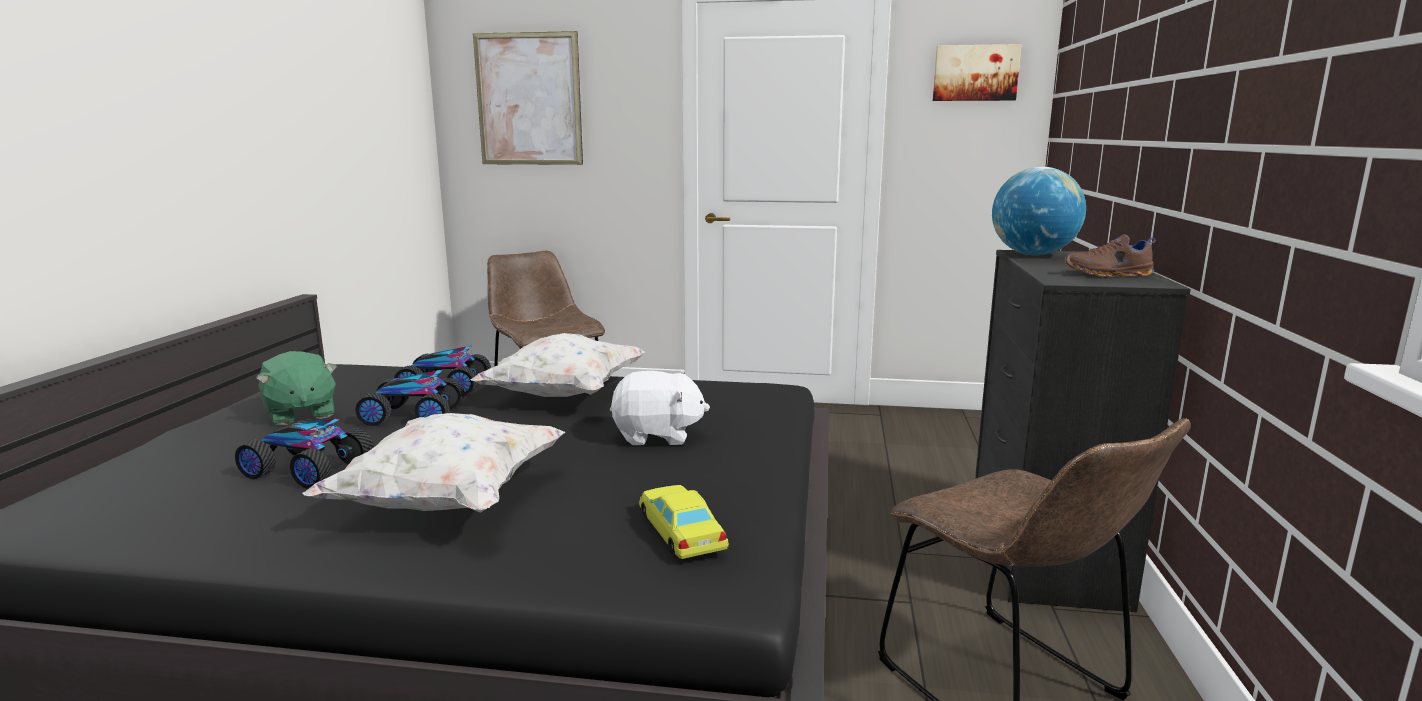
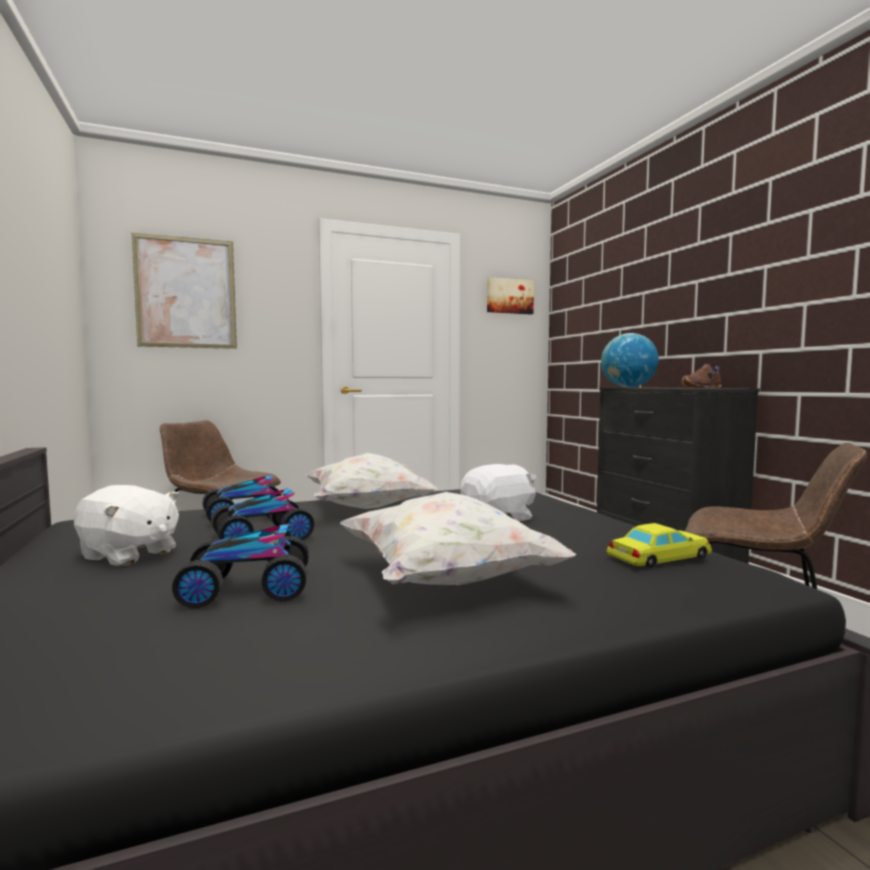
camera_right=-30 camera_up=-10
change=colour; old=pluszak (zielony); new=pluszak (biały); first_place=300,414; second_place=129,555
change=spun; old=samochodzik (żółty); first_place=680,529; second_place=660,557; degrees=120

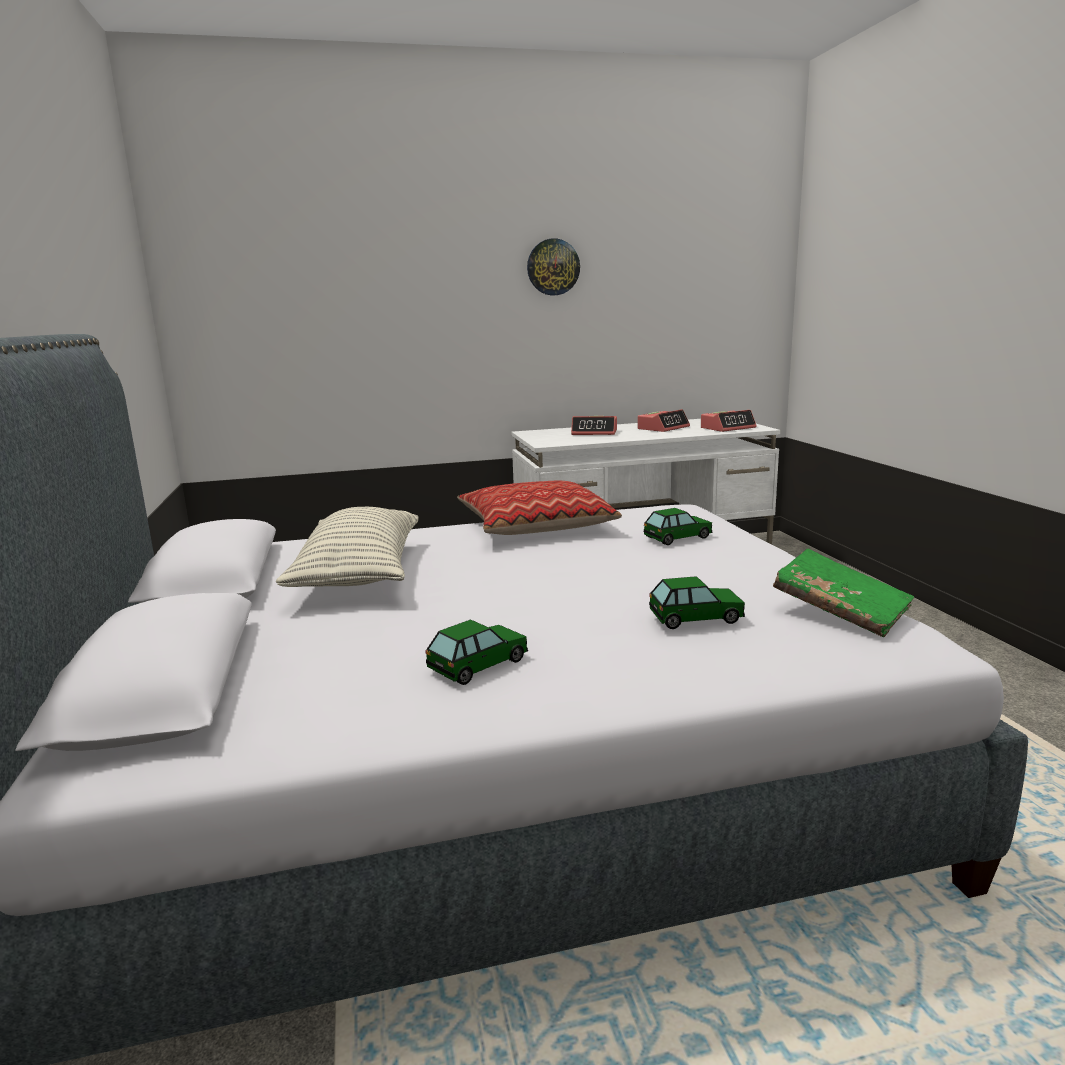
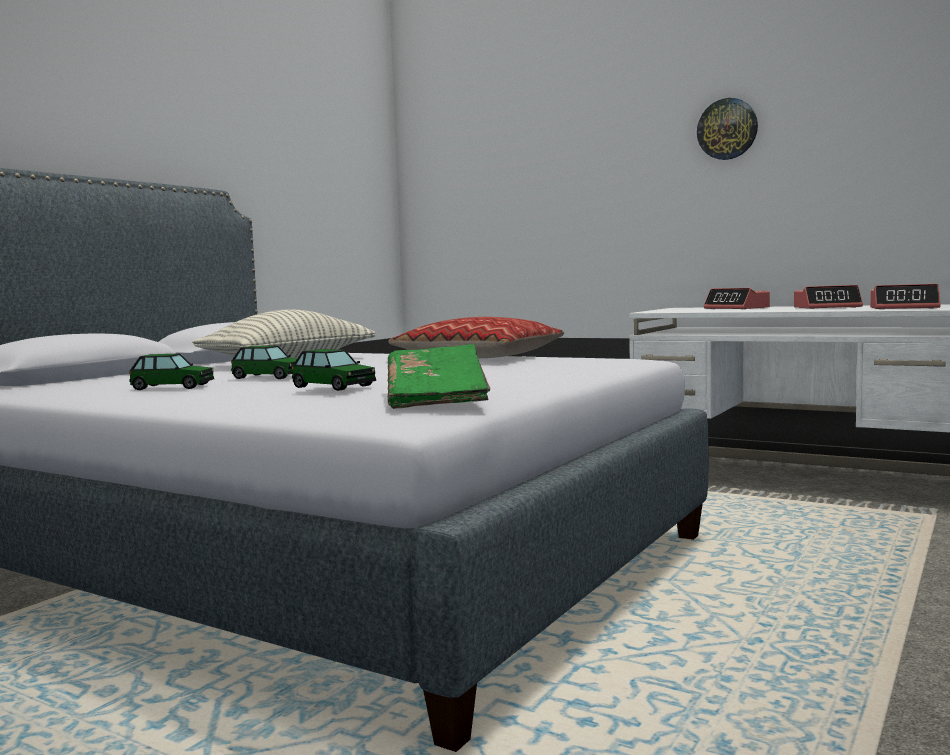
camera_right=45 camera_up=-10
change=relocated; old=samochodzik; first_place=677,537; second_place=269,377

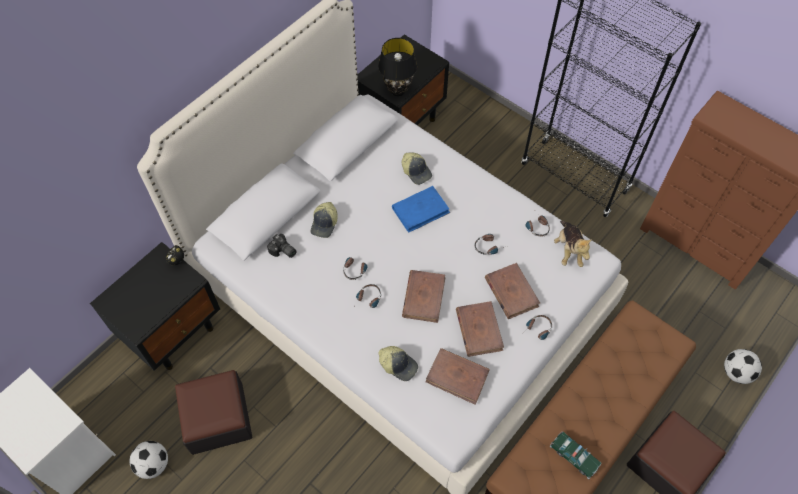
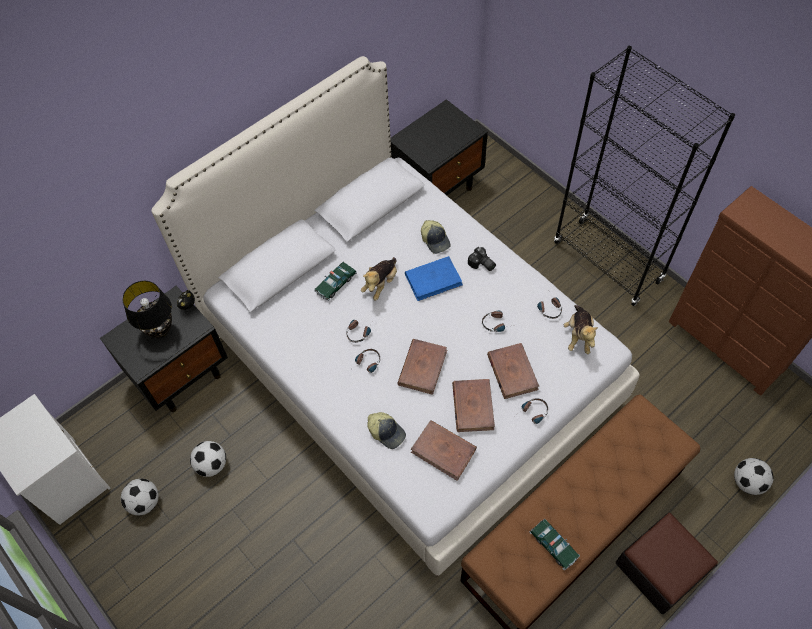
camera_right=10 camera_up=0
change=relocated; old=lampa stołowa (czarny); first_place=397,90; second_place=159,330
change=exchanged; old=czapka z daszkiem; new=samochodzik; first_place=325,224; second_place=336,284
change=relocated; old=aparat fotograficzny; first_place=283,251; second_place=481,264
change=exchanged; old=pufa; new=piłka futbolowa; first_place=217,418; second_place=212,465
change=appeared; new=pluszak; second_place=381,284

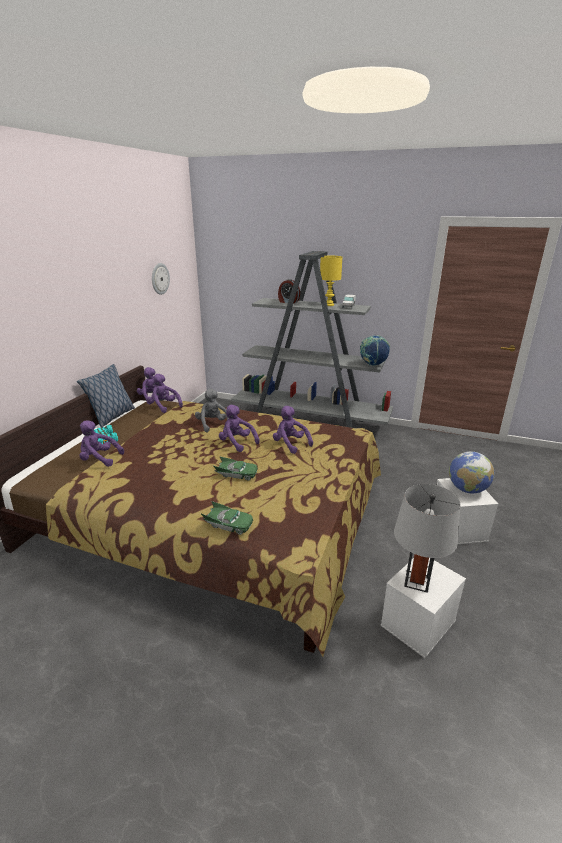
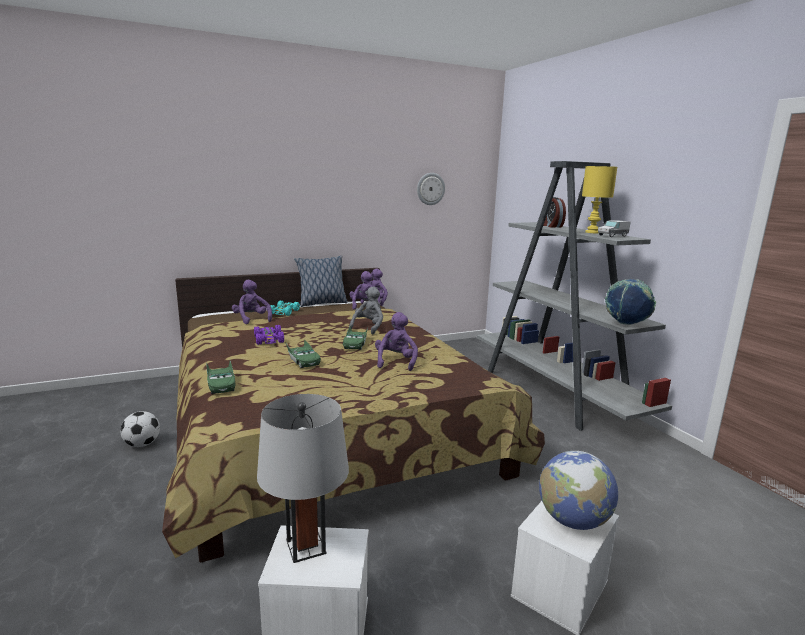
camera_right=45 camera_up=-10
change=exchanged; old=pluszak (fioletowy); new=samochodzik (zielony); first_place=237,443; second_place=355,344
change=appeared; new=samochodzik (fioletowy); second_place=269,340
change=appeared; new=piłka futbolowa; second_place=142,444

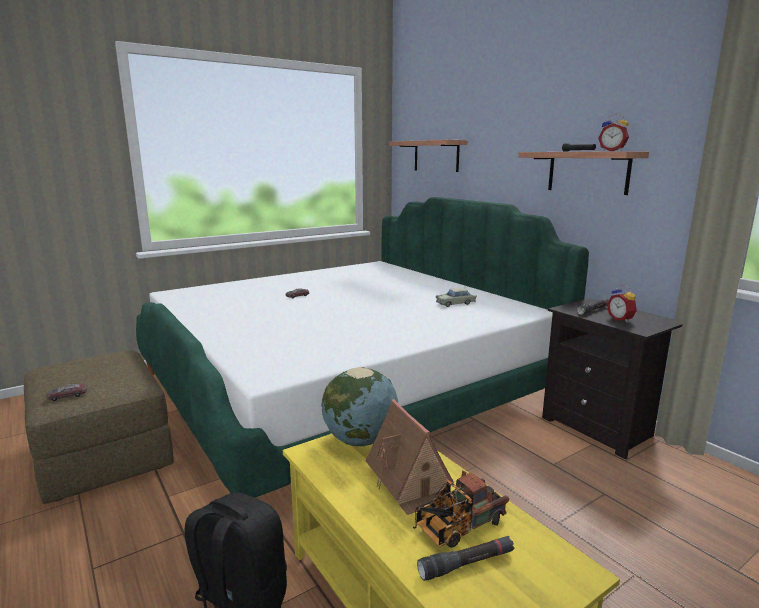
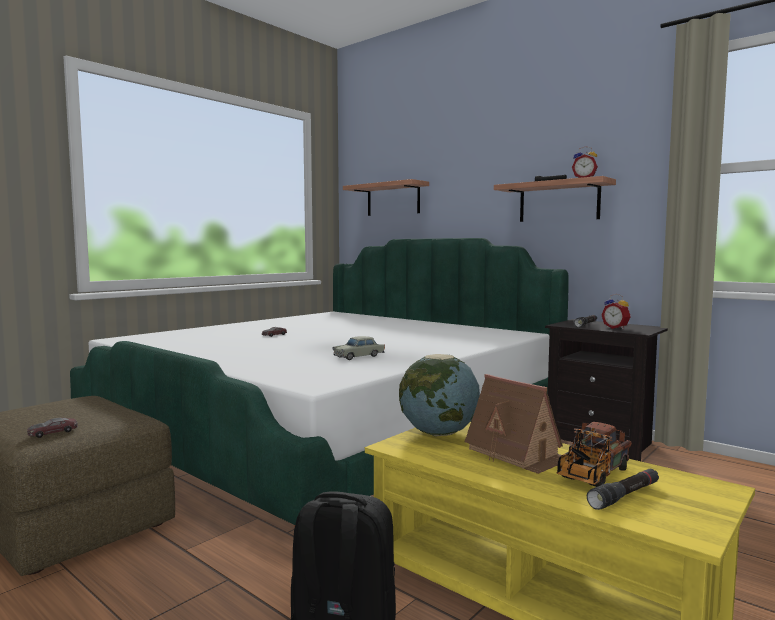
camera_right=-15 camera_up=-10
change=relocated; old=samochodzik (beżowy); first_place=455,303; second_place=359,356

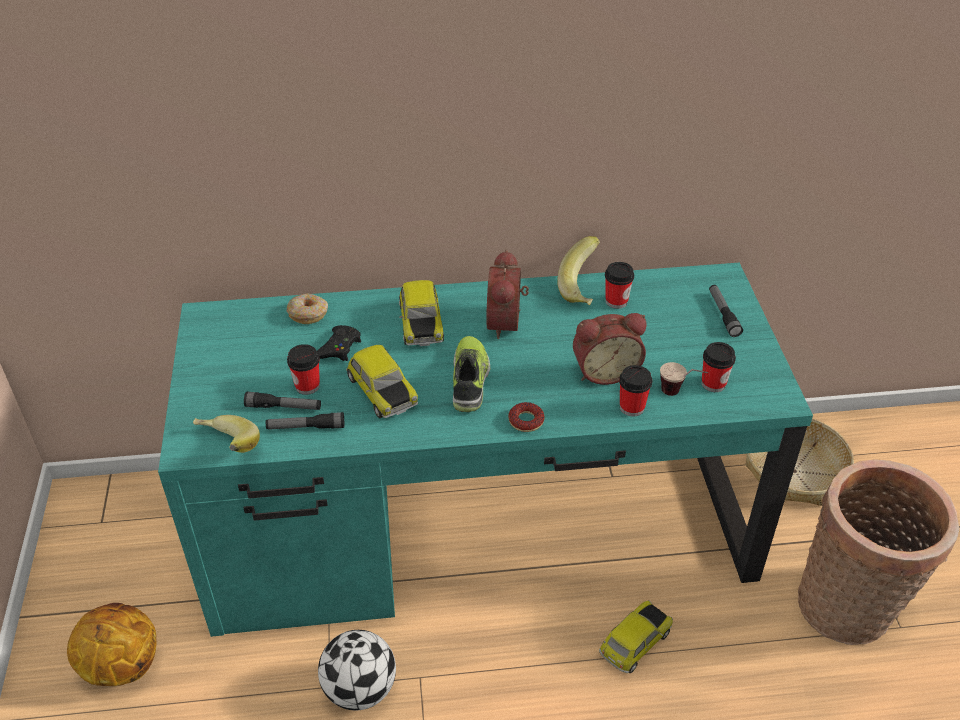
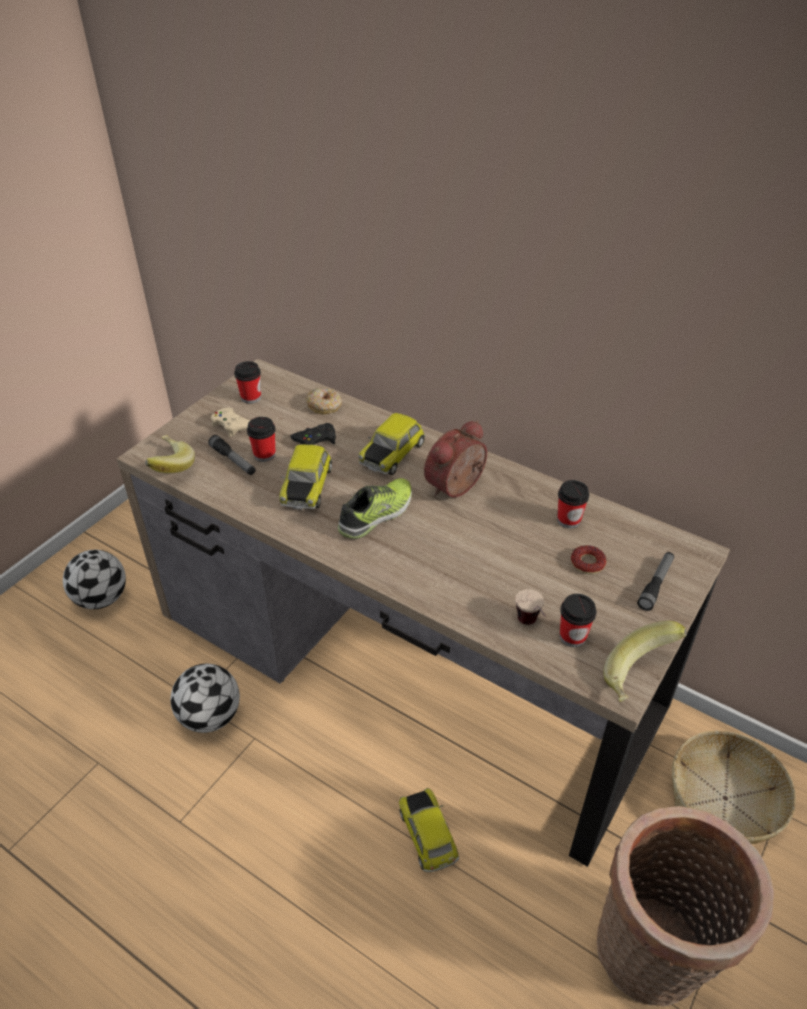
camera_right=40 camera_up=0
change=relocated; old=banan; first_place=584,288; second_place=640,676
change=colour; old=biurko (turkusowy); new=biurko (brązowy); first_place=479,525; second_place=405,659
change=missing; old=budzik; first_place=605,371
change=relocated; old=filiżanka; first_place=632,407; second_place=251,397
change=relocated; old=donut; first_place=526,421; second_place=587,563
change=missing; old=latarka; first_place=306,427
change=spun; old=samochodzik; first_place=635,643; second_place=429,835; degrees=-105
change=exchanged; old=piłka do koszykówki; new=piłka futbolowa; first_place=121,666; second_place=101,598
change=appeared; new=pad do gier (beżowy); second_place=233,425

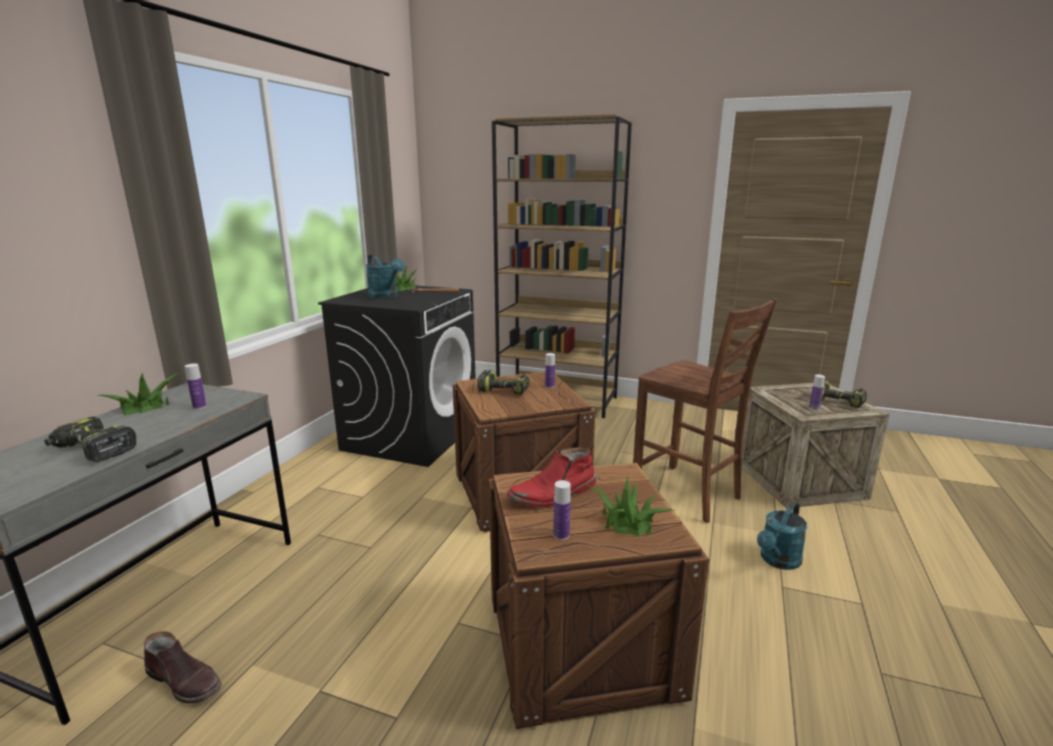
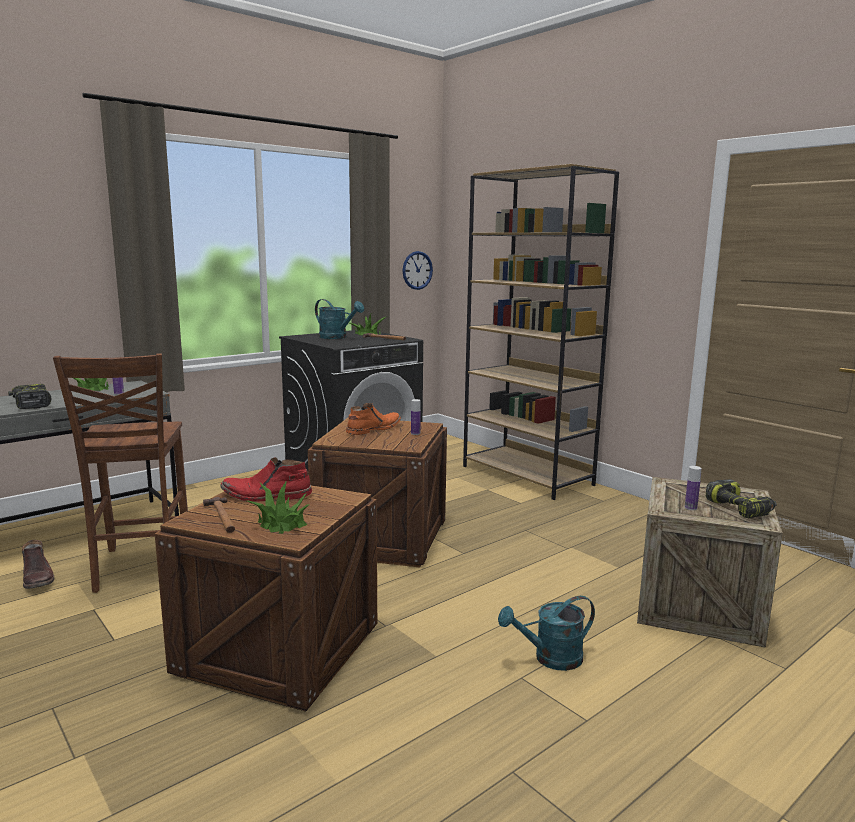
camera_right=30 camera_up=-5
change=spun; old=konewka (turkusowy); first_place=386,296; second_place=337,337; degrees=-45
change=relocated; old=krzesło (brązowy); first_place=688,495; second_place=140,568
change=exchanged; old=wiertarka; new=but z cholewką (pomarańczowy); first_place=505,390; second_place=373,429
change=exchanged; old=butelka; new=młotek; first_place=561,535; second_place=221,517
change=appeared; new=zegar ścienny; second_place=417,270

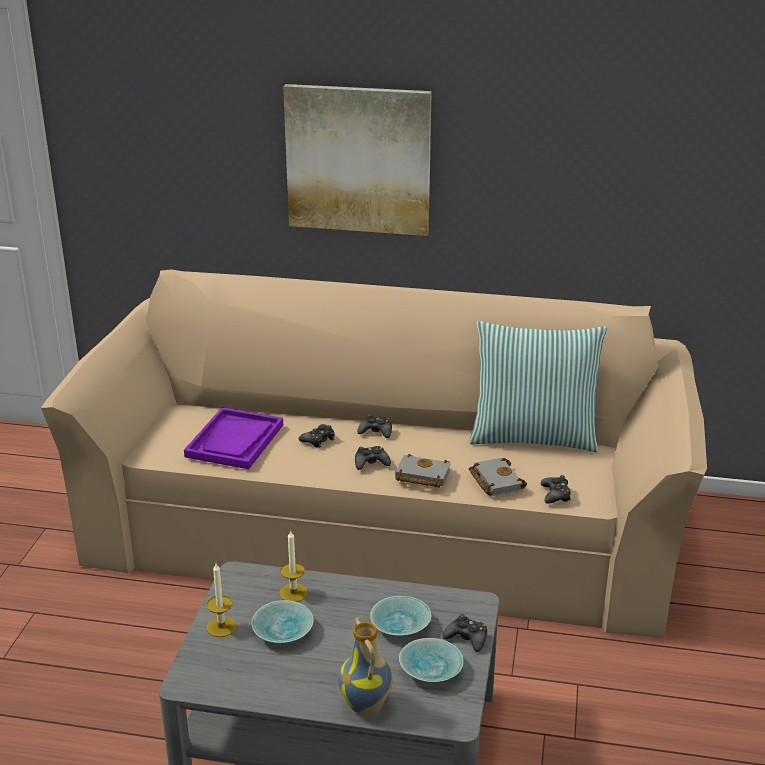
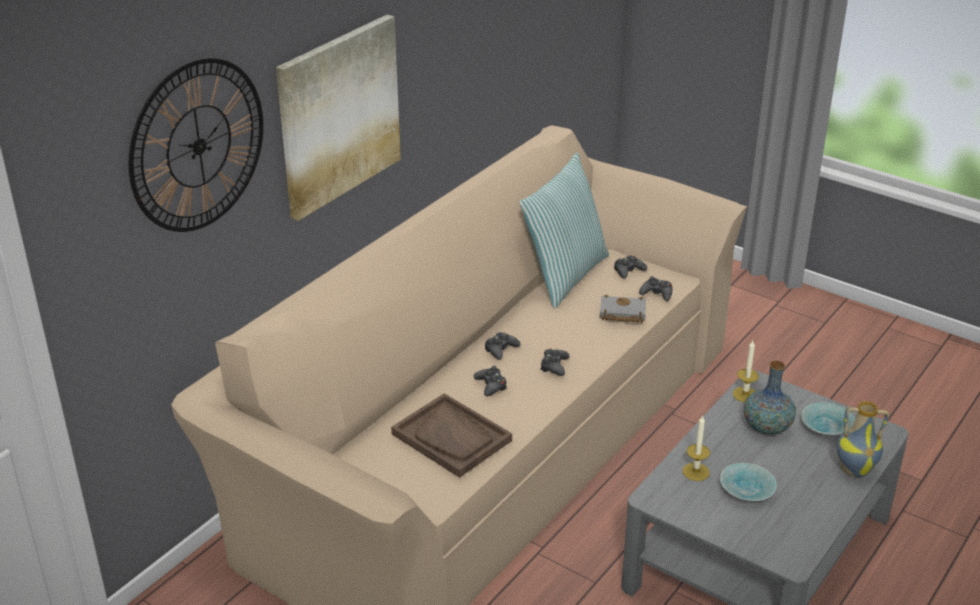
camera_right=-65 camera_up=5
change=colour; old=taca (fioletowy); new=taca (brązowy); first_place=235,441; second_place=452,437
change=missing; old=książka (szary); first_place=421,476
change=relocated; old=świeca; first_place=221,627; second_place=745,394
change=exchanged; old=miska (turkusowy); new=wazon; first_place=398,626; second_place=767,427
change=relocated; old=pad do gier (czarny); first_place=467,638; second_place=628,271
change=appeared; new=zegar ścienny; second_place=198,146

